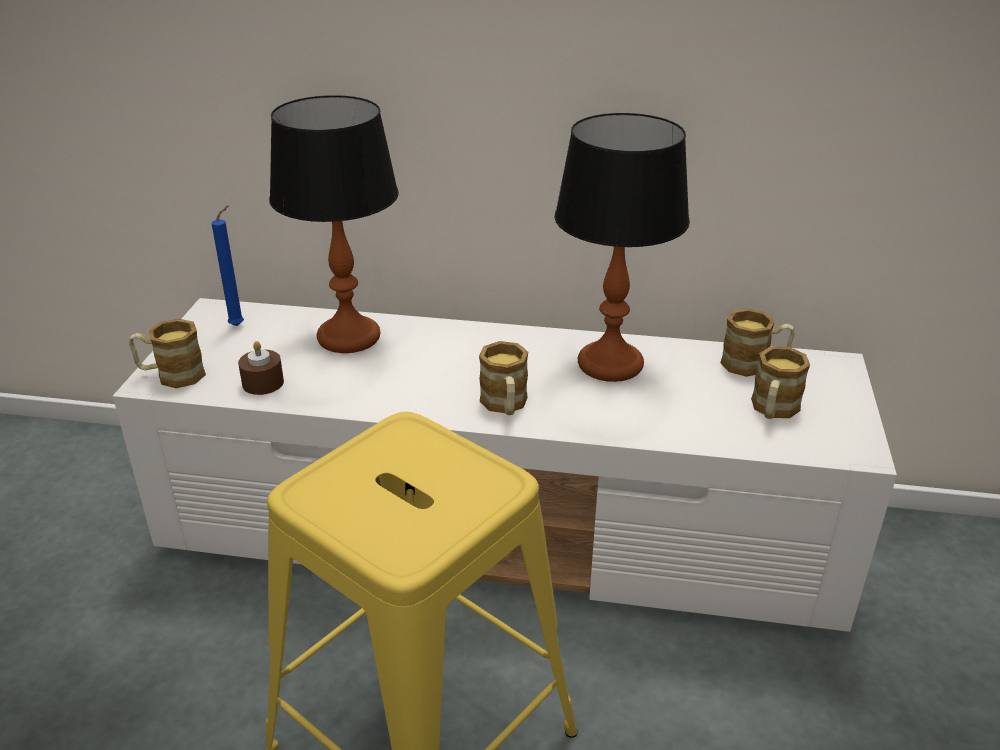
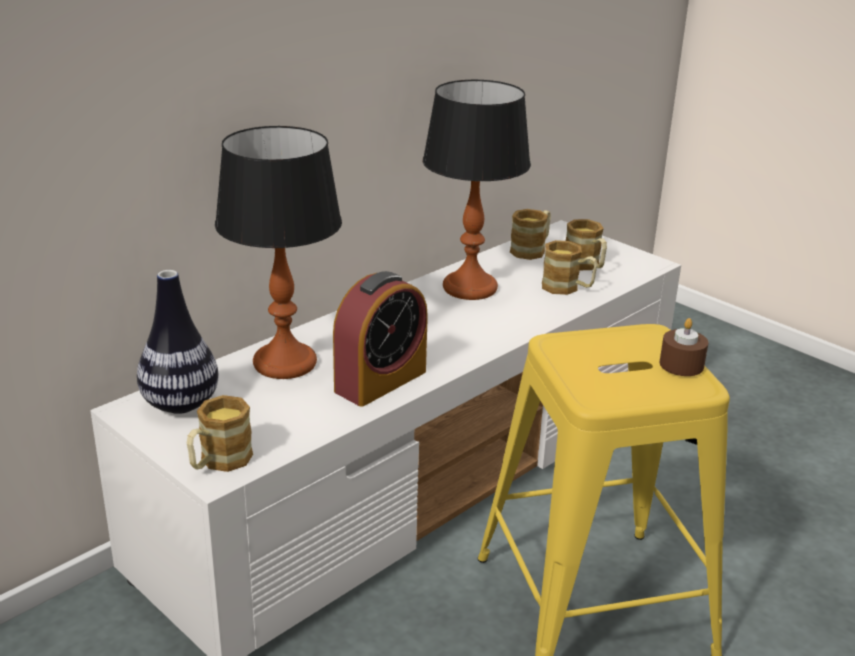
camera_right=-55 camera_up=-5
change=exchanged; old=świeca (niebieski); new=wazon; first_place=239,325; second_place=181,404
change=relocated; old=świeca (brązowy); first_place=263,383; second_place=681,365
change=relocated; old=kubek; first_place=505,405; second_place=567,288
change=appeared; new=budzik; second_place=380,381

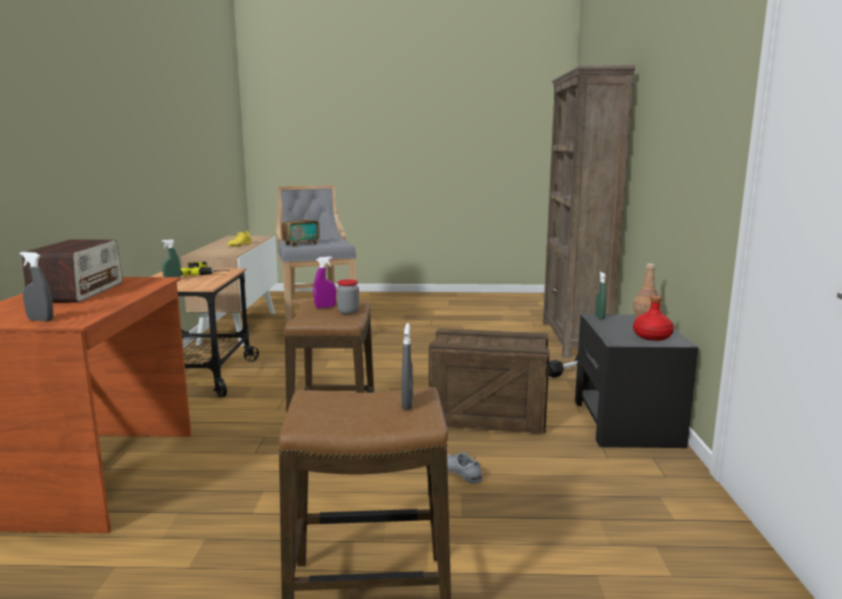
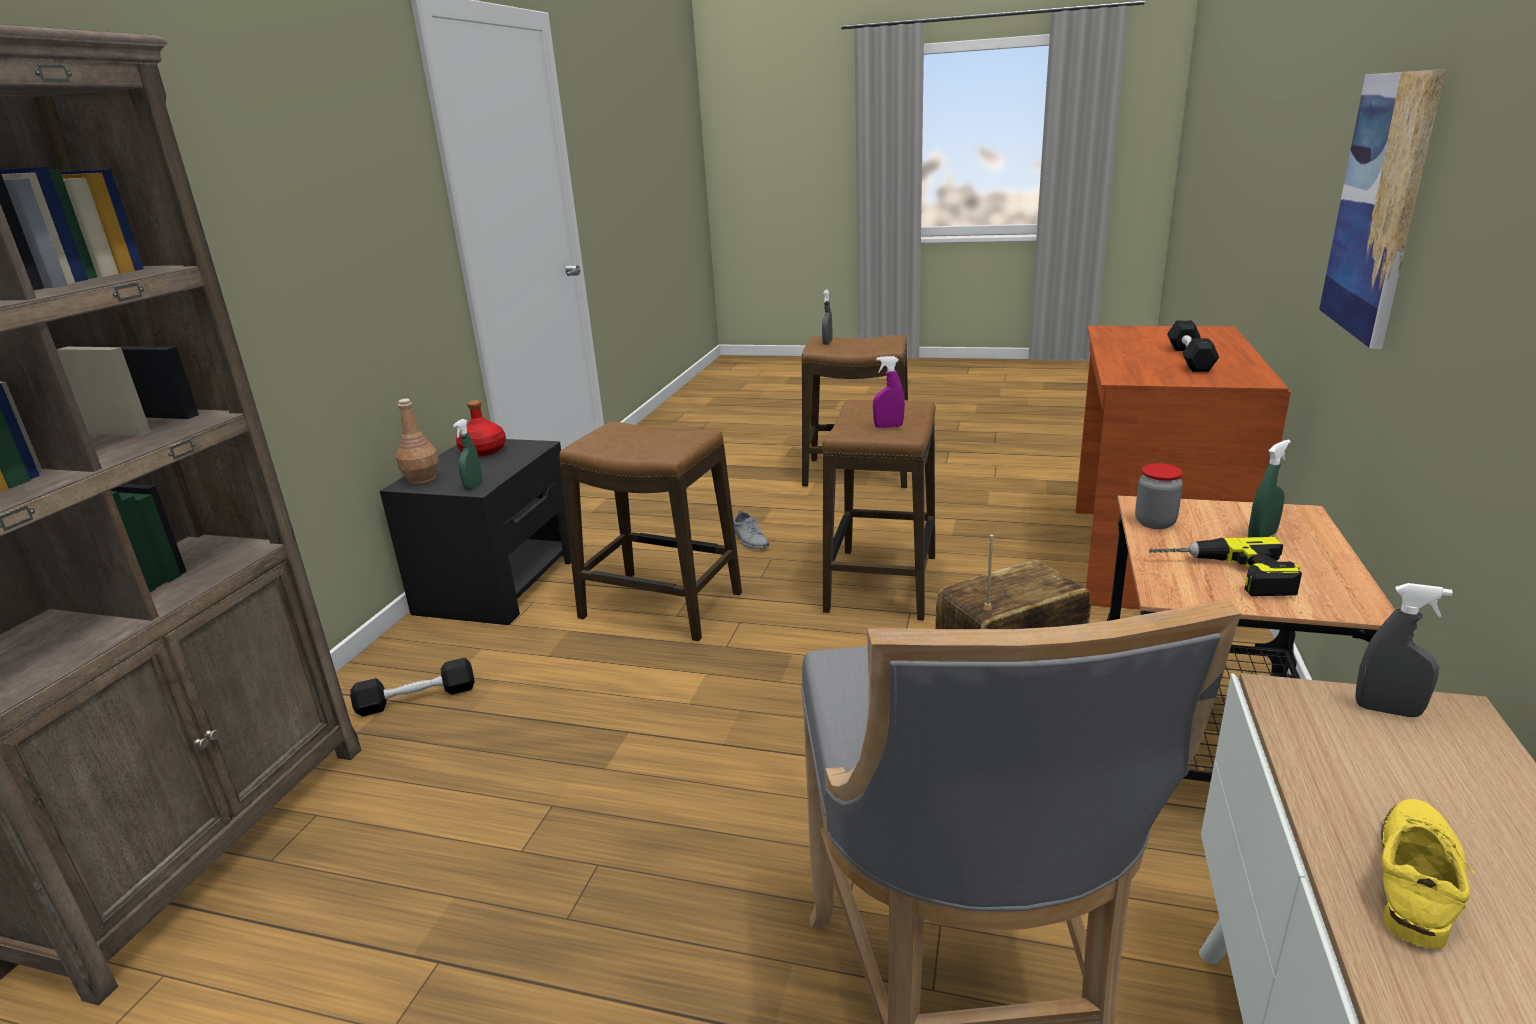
camera_right=-165 camera_up=10
change=exchanged; old=radio; new=hantel (czarny); first_place=78,292; second_place=1190,358
change=relocated; old=spryskiwacz (szary); first_place=40,320; second_place=1387,710
change=relocated; old=słoik; first_place=348,312; second_place=1155,523
change=exchanged; old=skrzynka; new=stołek; first_place=488,415; second_place=660,606
change=appeared; new=obraz; second_place=1379,206

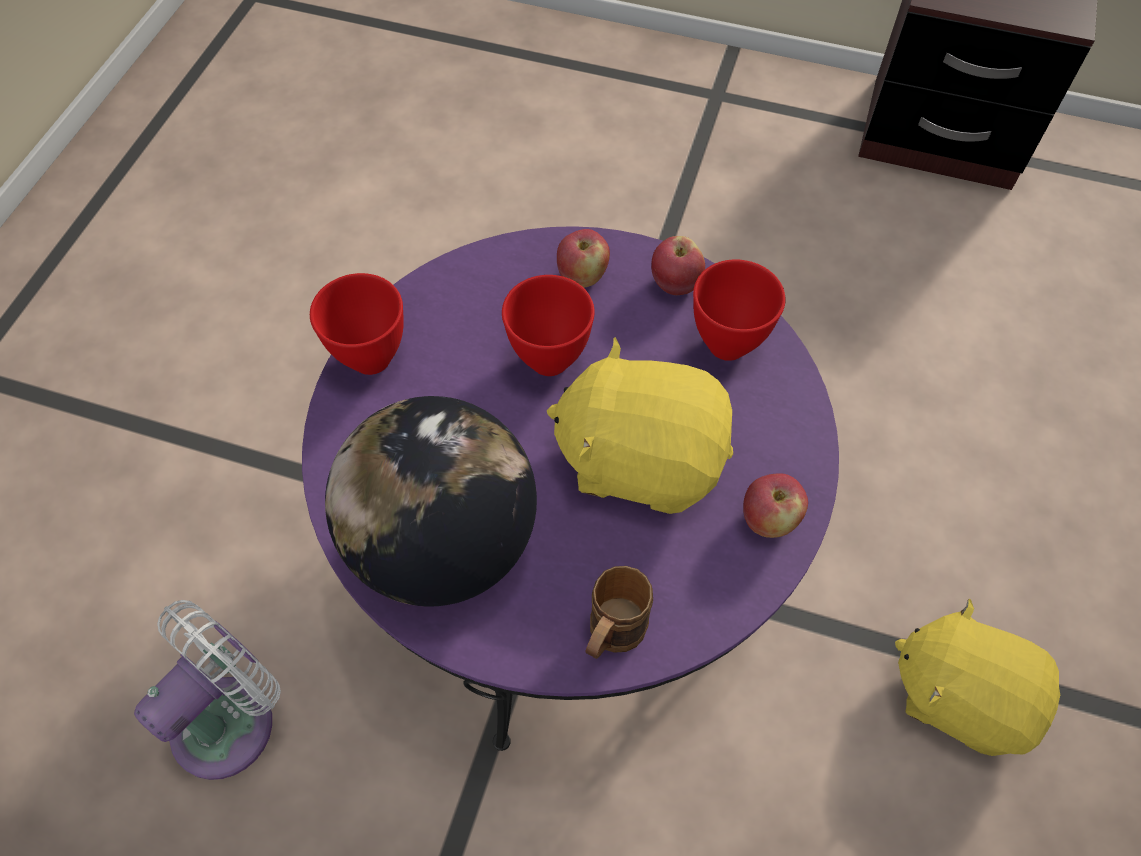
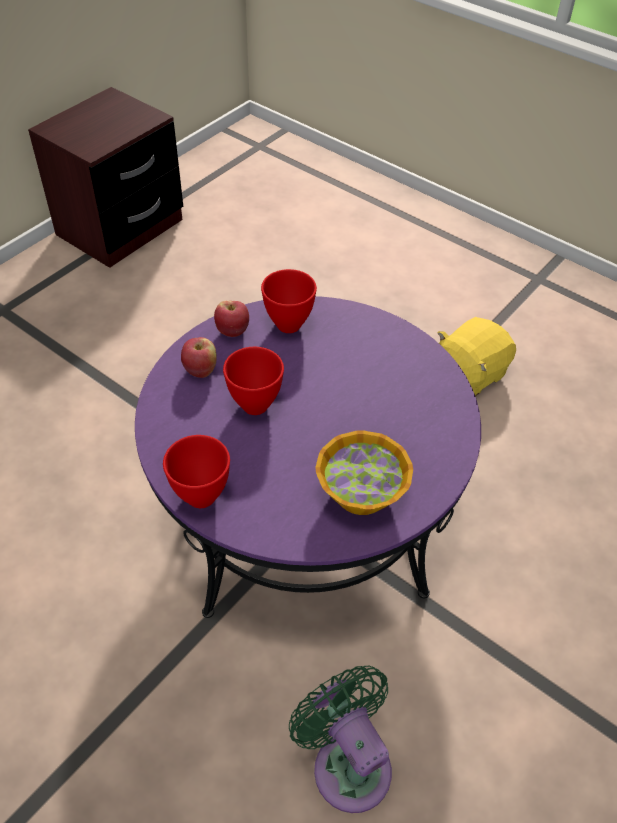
camera_right=-70 camera_up=-10
change=missing; old=pluszak (żółty); first_place=640,458
change=exchanged; old=globus; new=miska; first_place=444,543; second_place=361,493
change=missing; old=jabłko; first_place=768,520
change=missing; old=kubek (brązowy); first_place=610,638
change=colour; old=wentylator (biały); new=wentylator (zielony); first_place=232,718; second_place=347,762

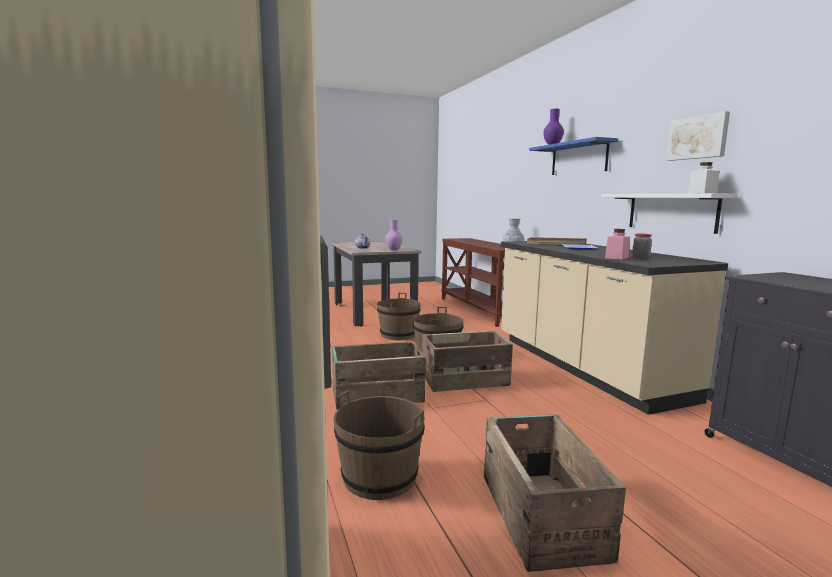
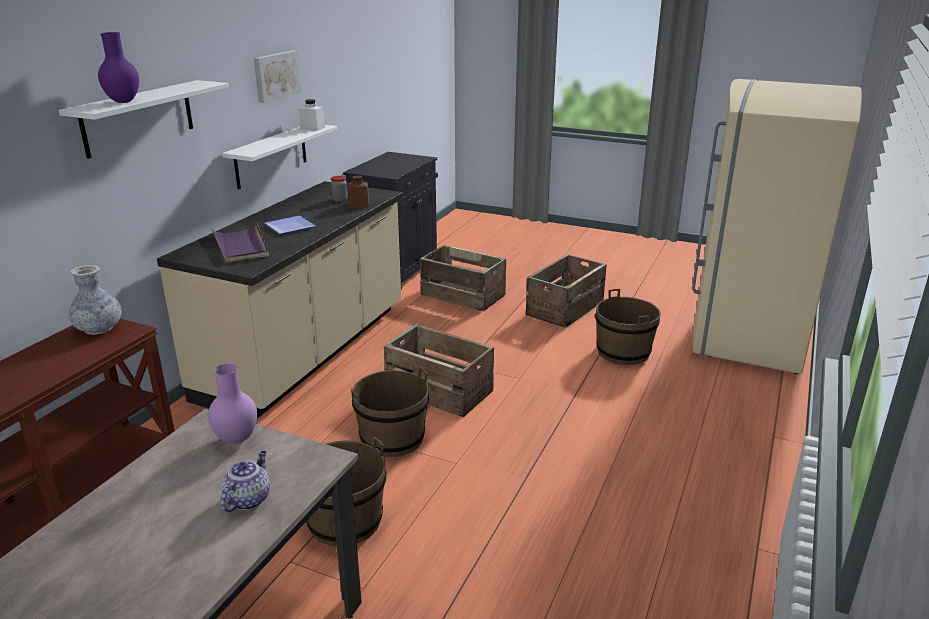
camera_right=-135 camera_up=15
change=colour; old=półka (niebieski); new=półka (biały); first_place=578,158; second_place=138,118
change=colour; old=słoik (różowy); new=słoik (brązowy); first_place=616,258; second_place=359,204
change=relocated; old=skrzynka; first_place=375,395; second_place=463,296

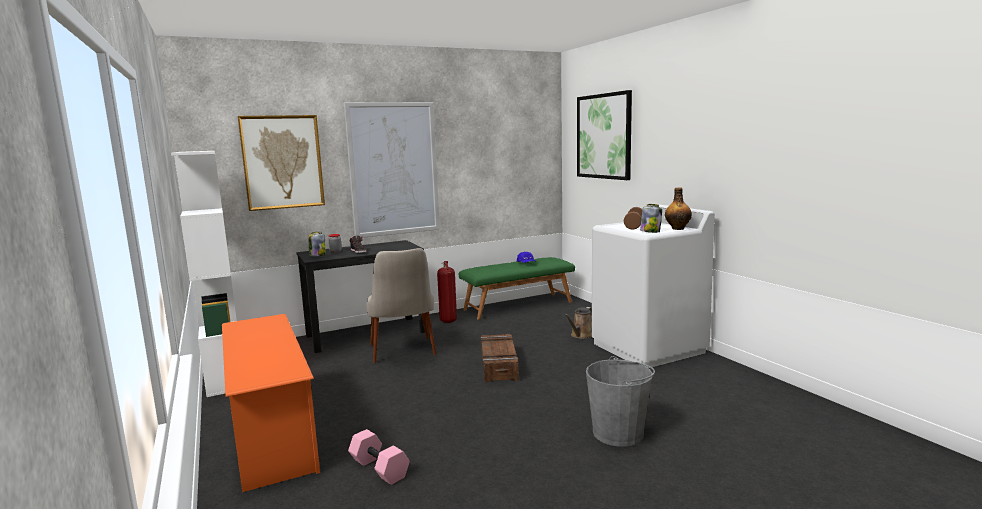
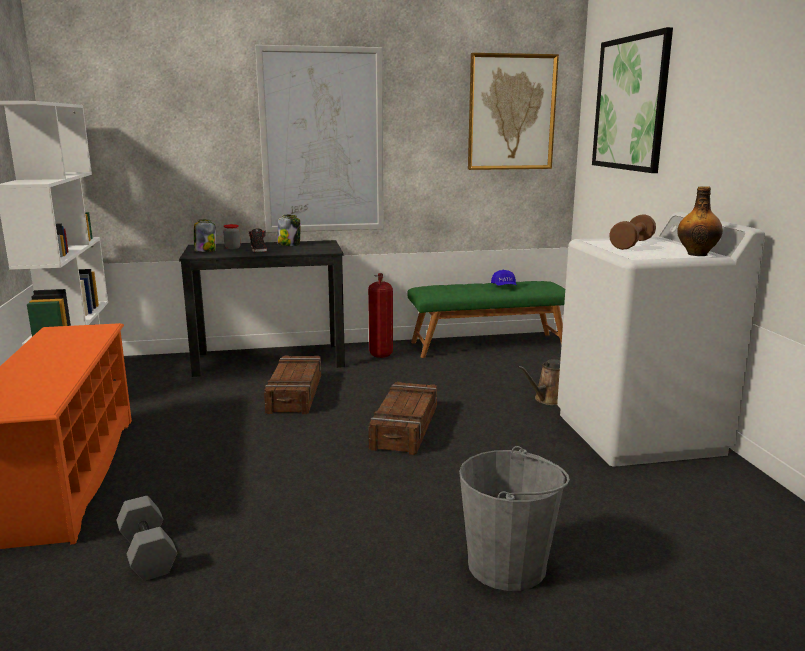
camera_right=15 camera_up=5
change=relocated; old=obraz; first_place=282,162; second_place=511,112
change=relocated; old=słoik; first_place=650,231; second_place=289,244
change=exchanged; old=krzesło (beżowy); new=skrzynka; first_place=404,354; second_place=294,393
change=colour; old=hantel (różowy); new=hantel (szary); first_place=378,468; second_place=146,553

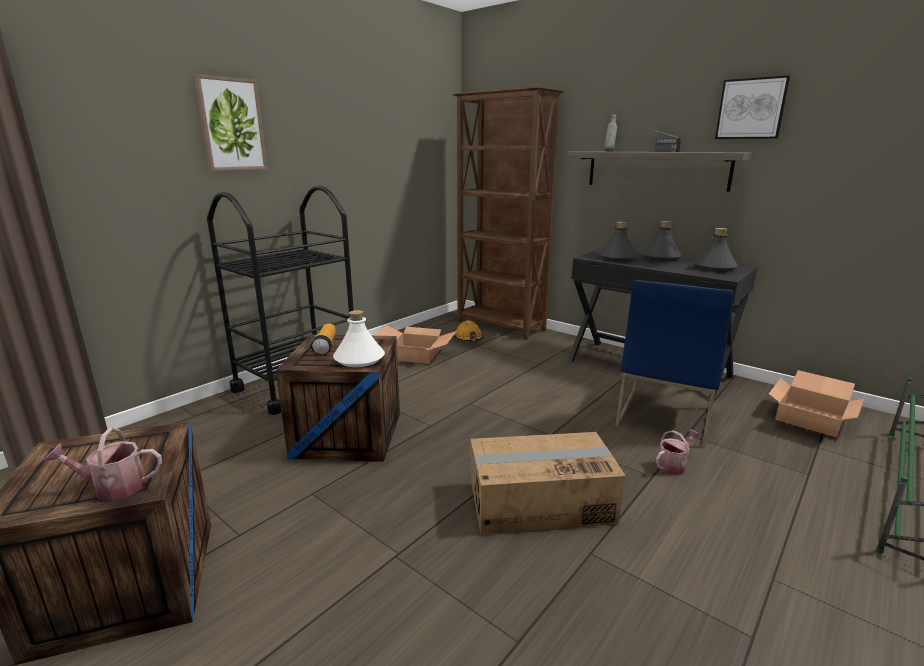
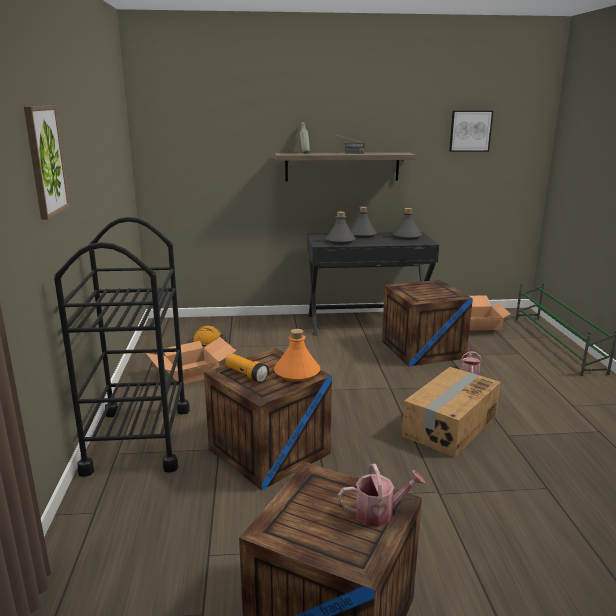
camera_right=-45 camera_up=0
change=relocated; old=obraz; first_place=751,109; second_place=470,131
change=missing; old=regał (brązowy); first_place=500,326
change=exchanged; old=krzesło (niebieski); new=skrzynka; first_place=664,416; second_place=422,349
change=colour; old=butelka (biały); new=butelka (pomarańczowy); first_place=359,359; second_place=296,373
change=spun; old=konewka; first_place=113,487; second_place=379,513; degrees=-135

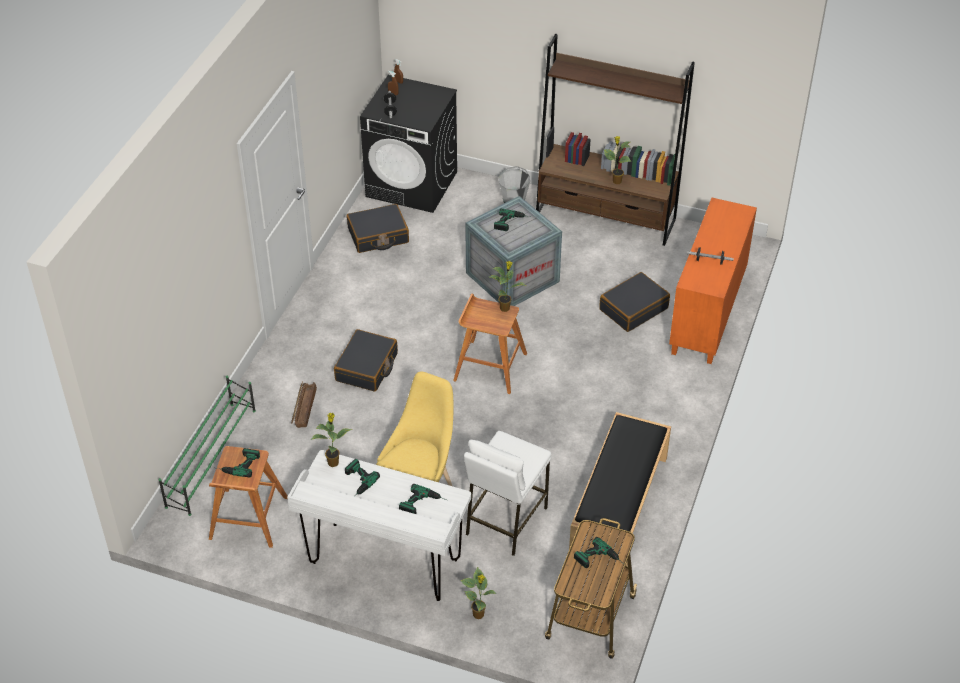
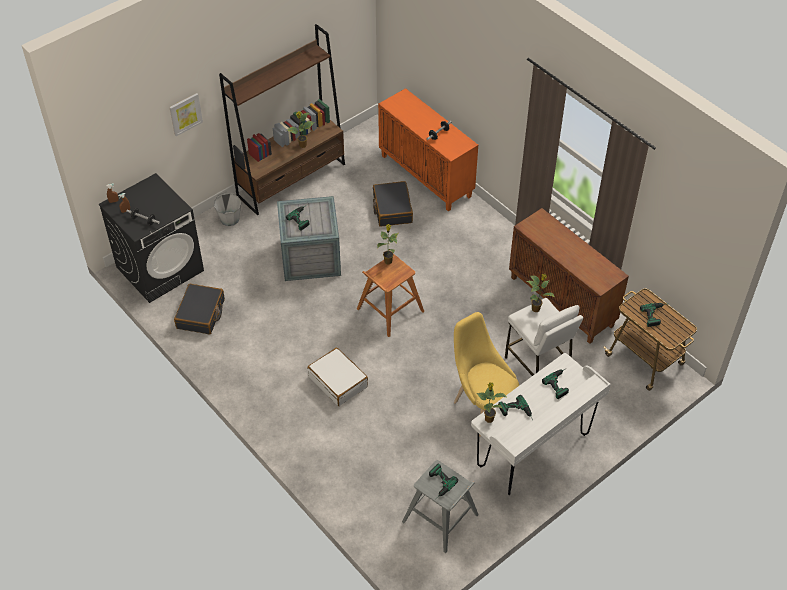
camera_right=-60 camera_up=5
change=colour; old=walizka (czarny); new=walizka (biały); first_place=367,367; second_place=338,381
change=missing; old=regał na buty (zielony); first_place=212,457
change=missing; old=skrzynka; first_place=304,408
change=exchanged; old=ławka (czarny); new=szafka (brązowy); first_place=619,506; second_place=562,301
change=colour; old=stołek (brązowy); new=stołek (szary); first_place=248,518; second_place=441,519
change=relocated; old=roślina doniczkowa; first_place=479,615; second_place=536,309
change=appeared; new=obraz; second_place=185,114

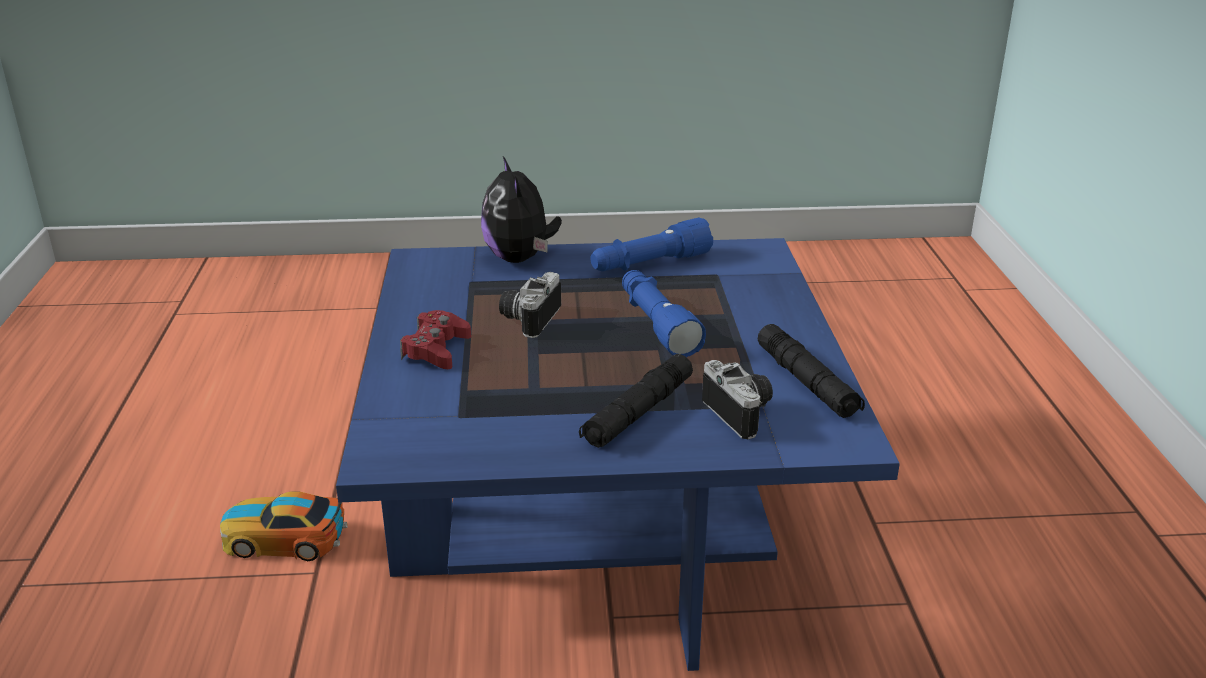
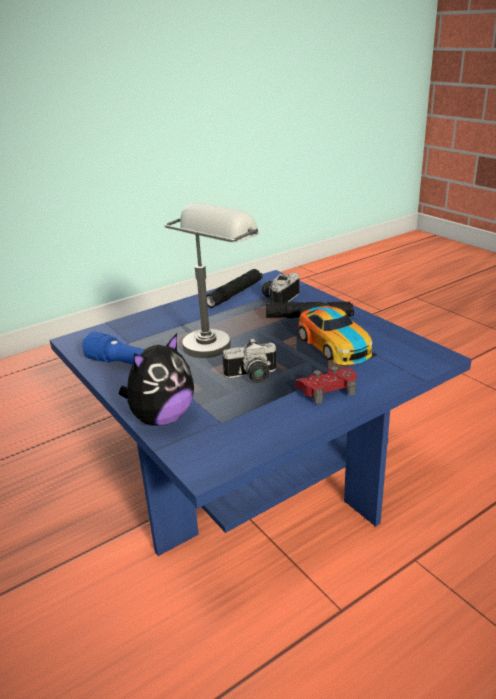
camera_right=-120 camera_up=0
change=exchanged; old=latarka (niebieski); new=lampa stołowa (szary); first_place=656,325; second_place=216,339
change=relocated; old=samochodzik; first_place=284,538; second_place=335,344

